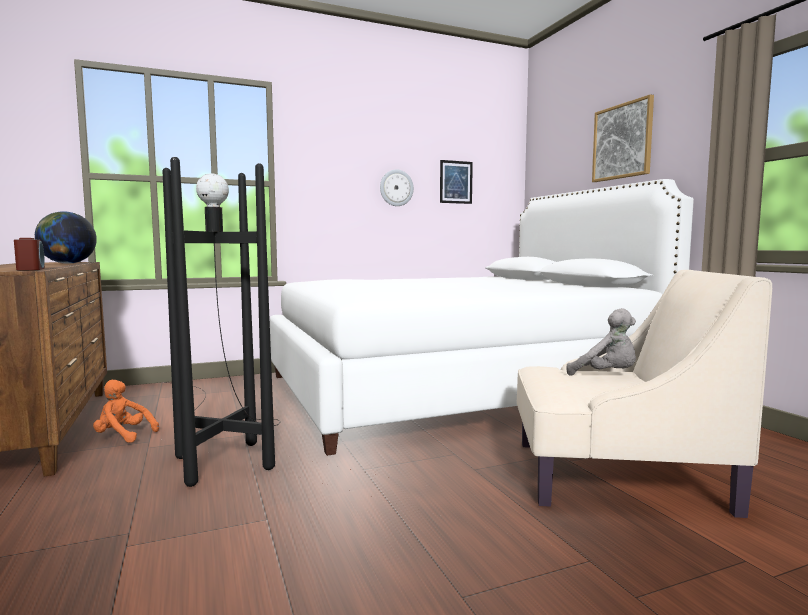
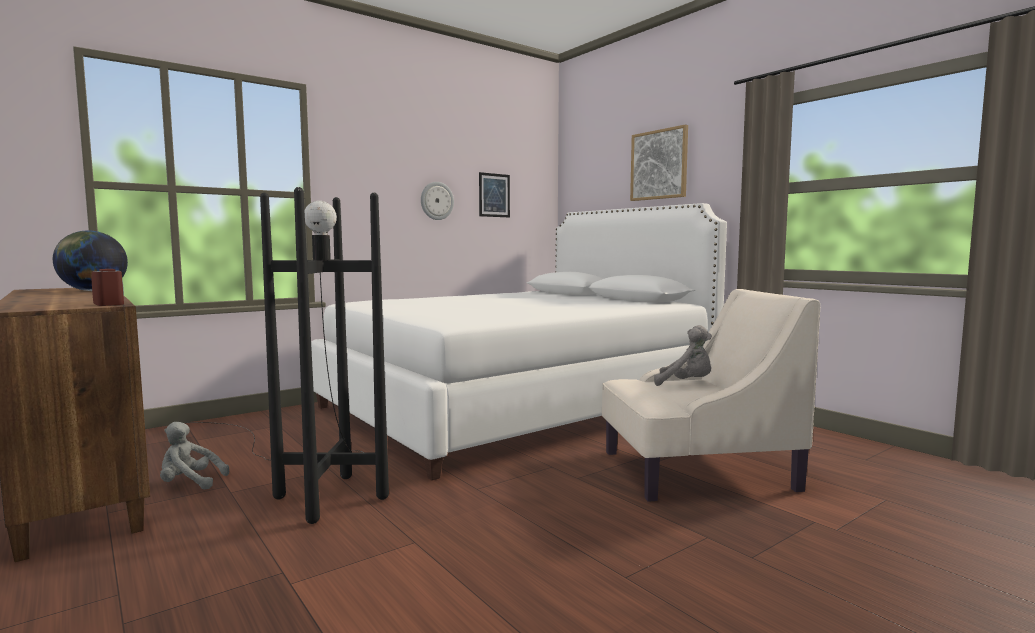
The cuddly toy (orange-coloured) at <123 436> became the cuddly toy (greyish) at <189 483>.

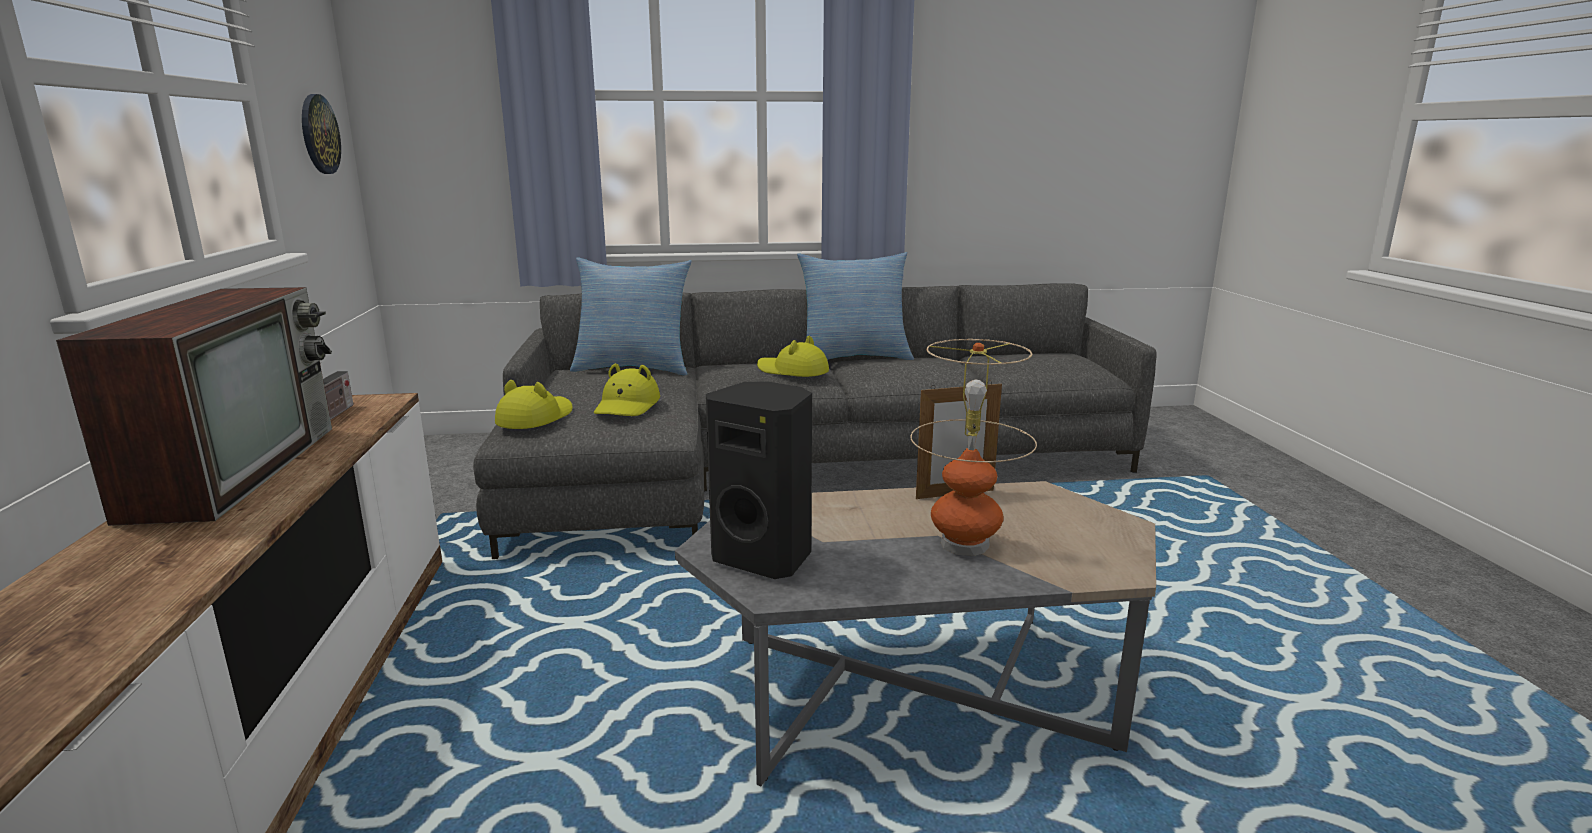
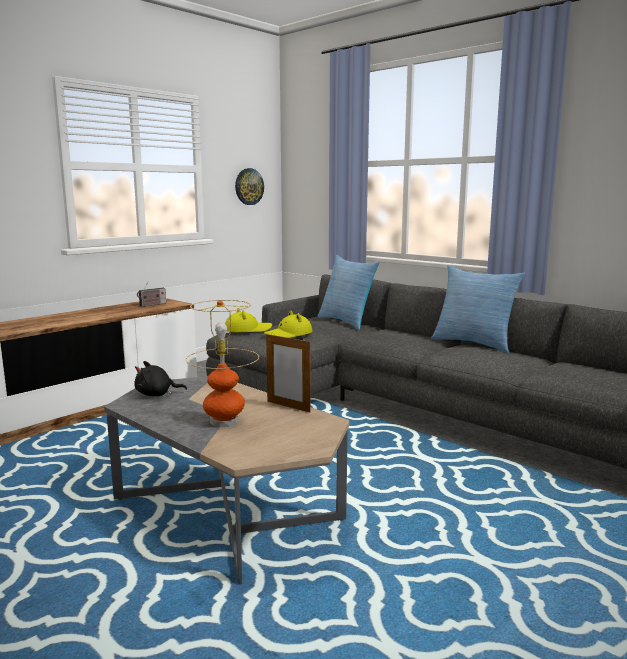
The TV at <236 468> disappeared. The clothing hat (yellow) at <792 371> disappeared. The speaker (blackish) at <765 557> was replaced by the cuddly toy (blackish) at <156 394>.

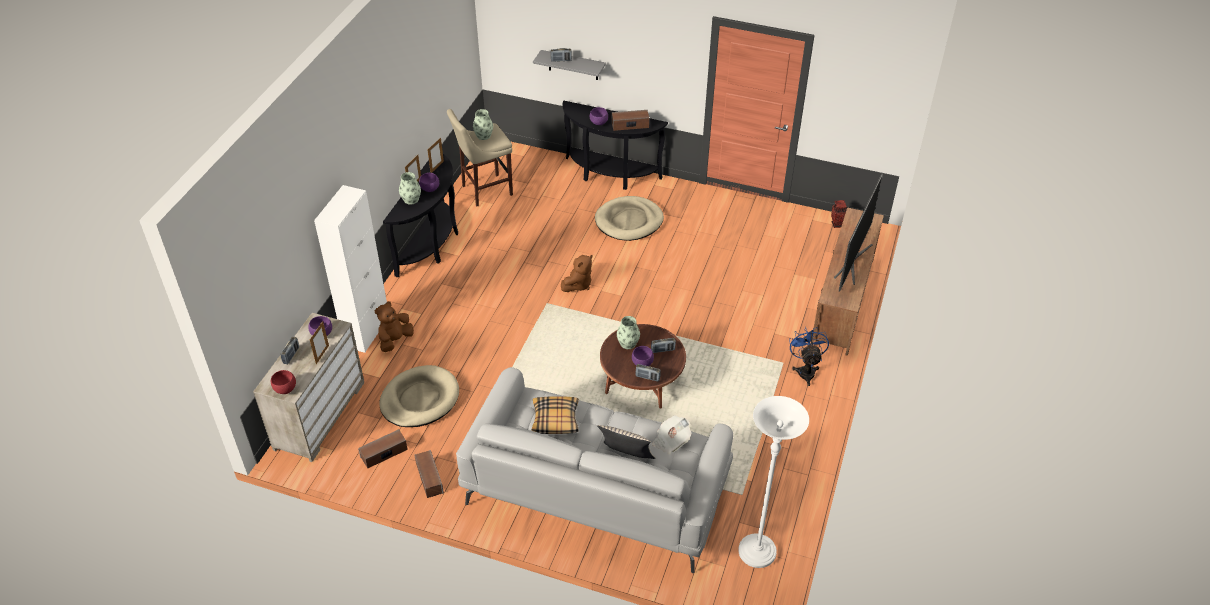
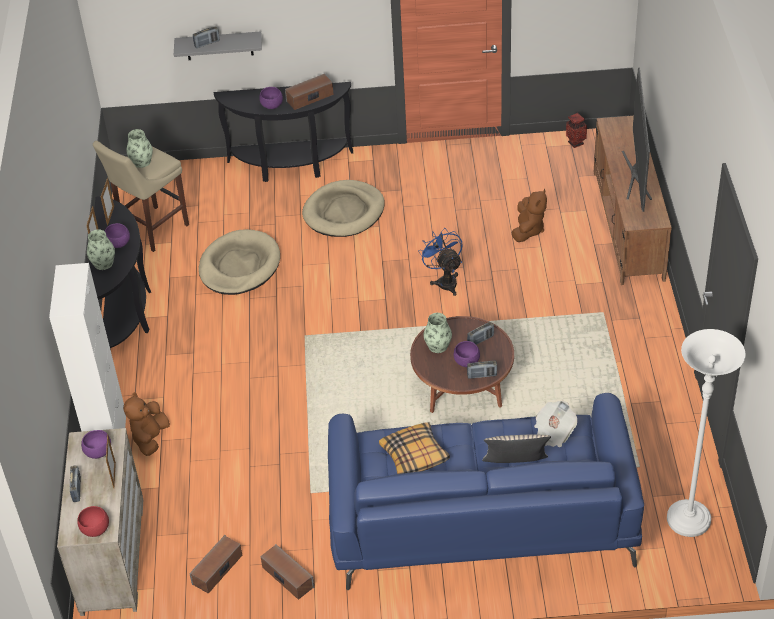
The pet bed (beige) moved from <419 399> to <239 266>. The cuddly toy (brown-coloured) moved from <578 284> to <528 230>. The cooling fan (blue-coloured) moved from <805 370> to <445 281>. The settee (greyish) at <595 487> became the settee (blue-coloured) at <480 517>.

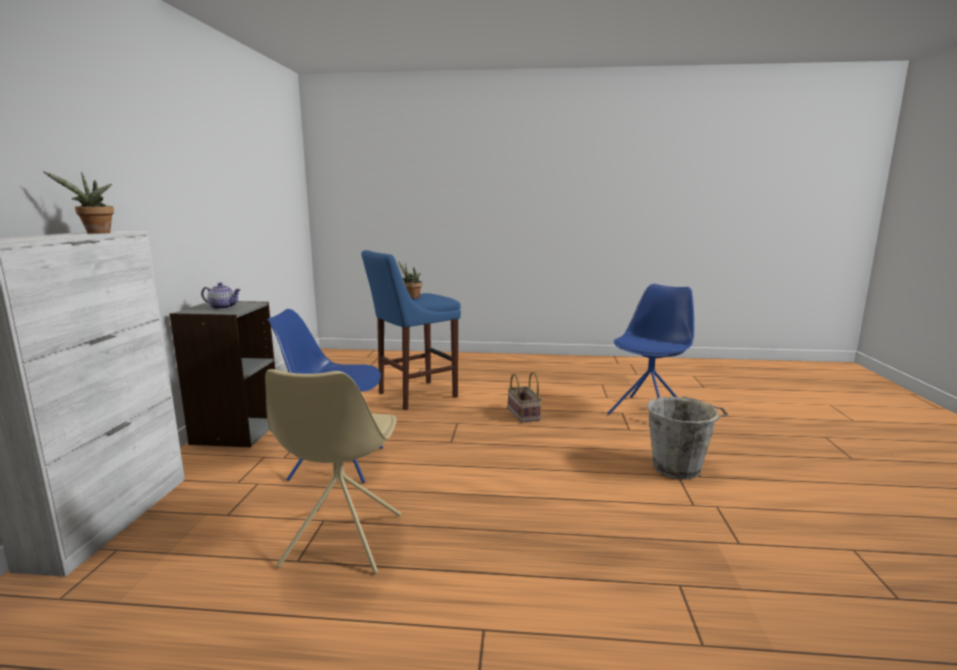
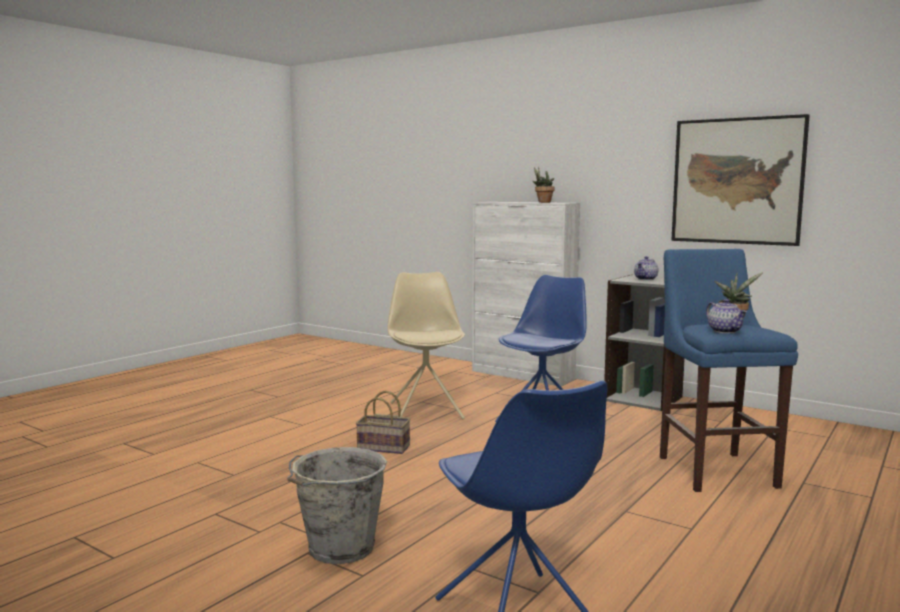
The picture at <737 181> appeared. The teapot at <725 331> appeared. The household basket moved from <522 414> to <385 447>. The plain chair (beige) at <342 541> turned 45 degrees clockwise.

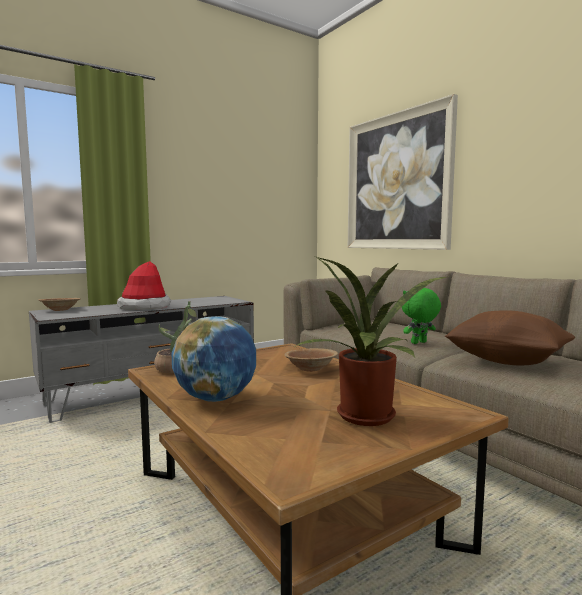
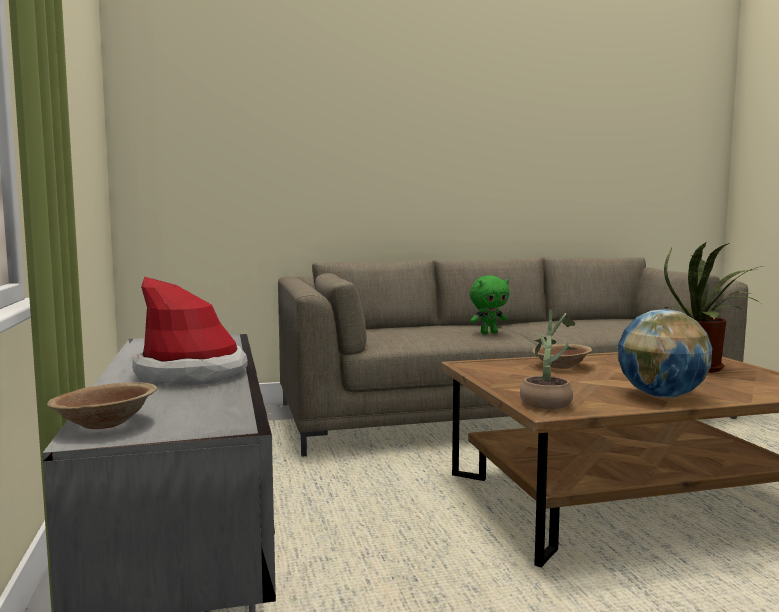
The picture at <397 182> disappeared. The throw pillow (brown-coloured) at <507 361> disappeared. The cuddly toy (greenish) at <419 343> turned 105 degrees counterclockwise.

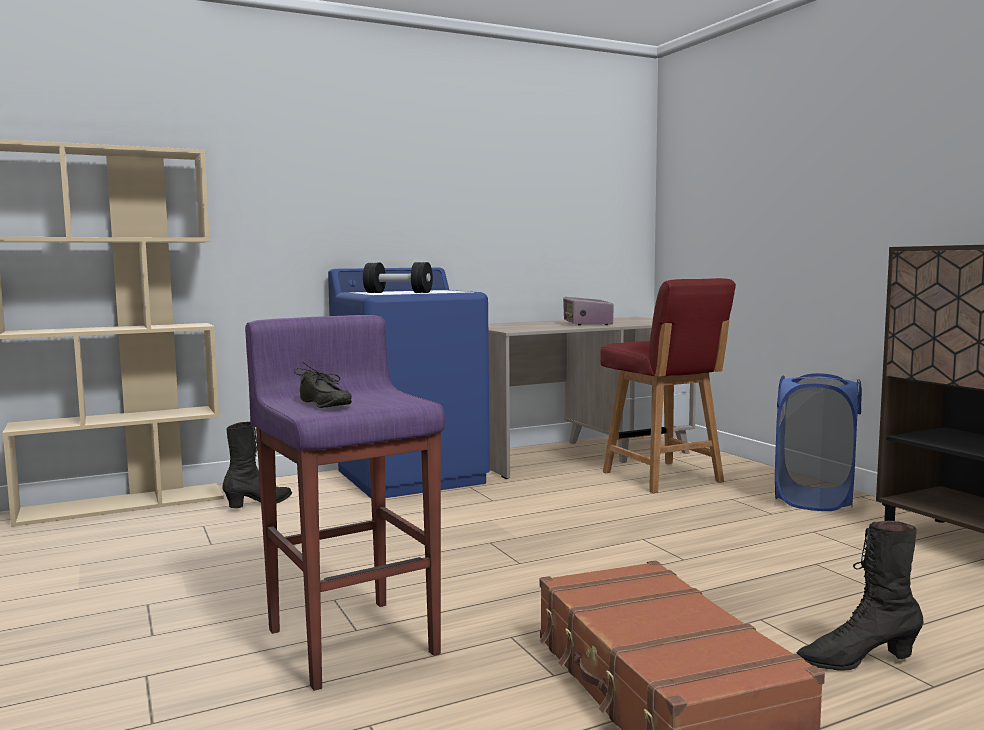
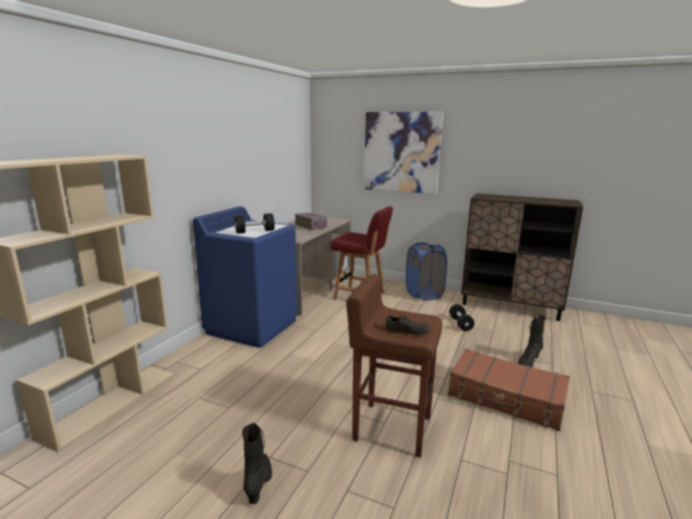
The picture at <401 152> appeared. The free weight (blackish) at <460 324> appeared. The boot (blackish) moved from <259 504> to <259 483>. The sitting stool (purple-coloured) at <353 639> became the sitting stool (brown-coloured) at <391 427>.

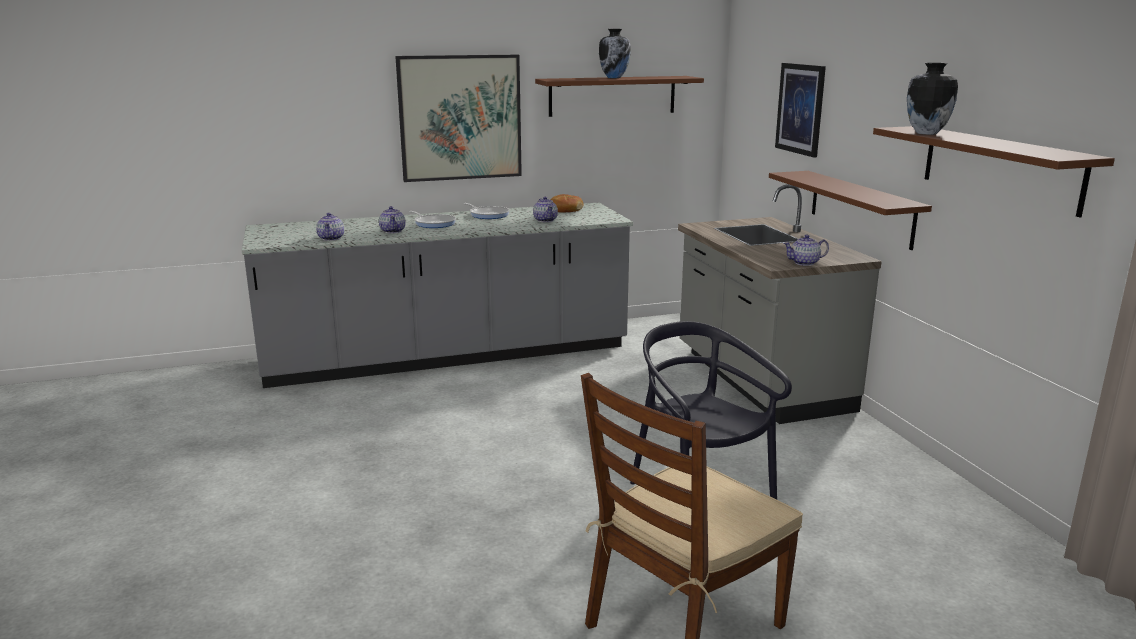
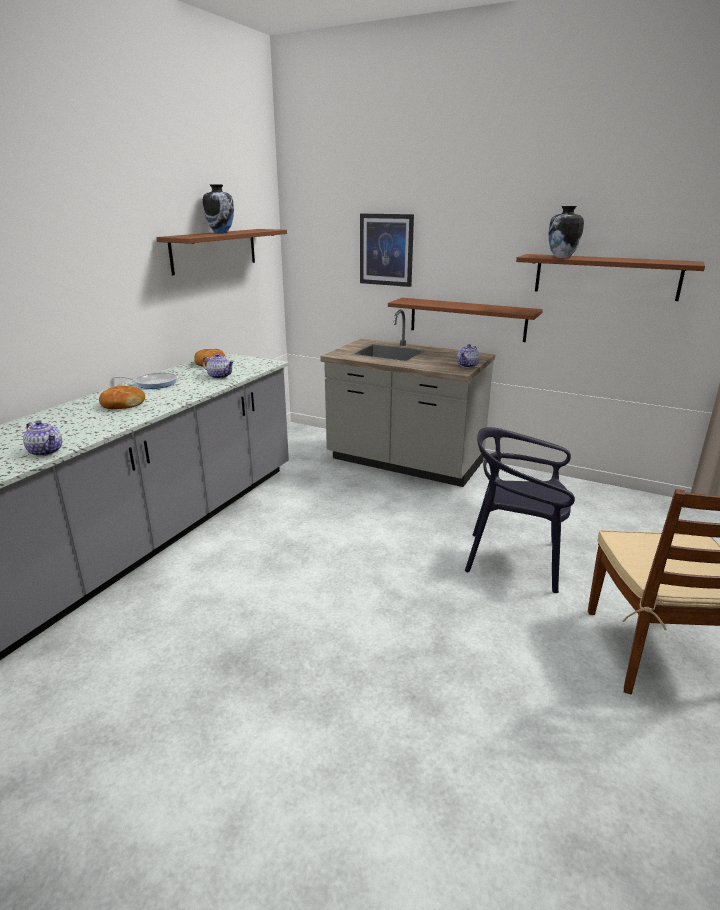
The teapot at <393 231> disappeared. The picture at <460 118> disappeared. The frying pan at <434 223> was replaced by the bakery bread at <122 404>.

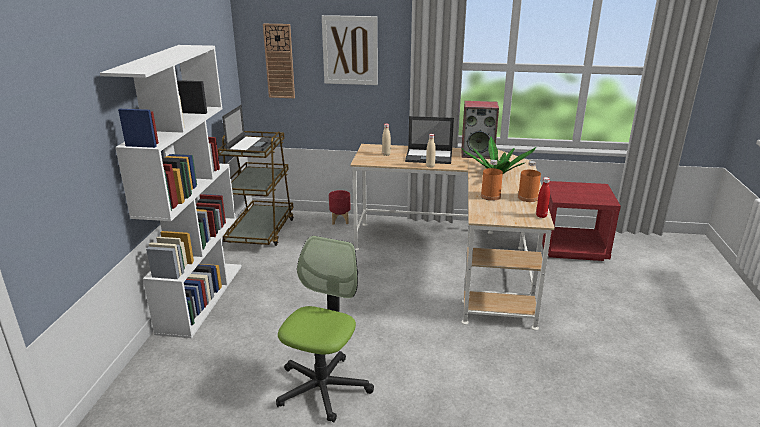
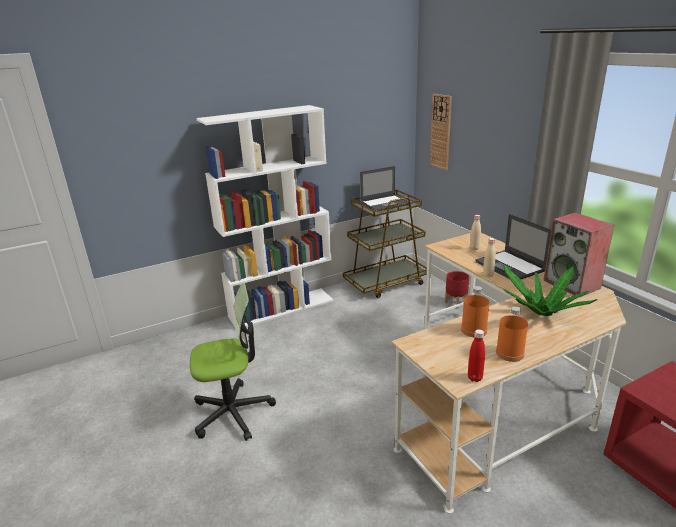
The picture at <350 50> disappeared.

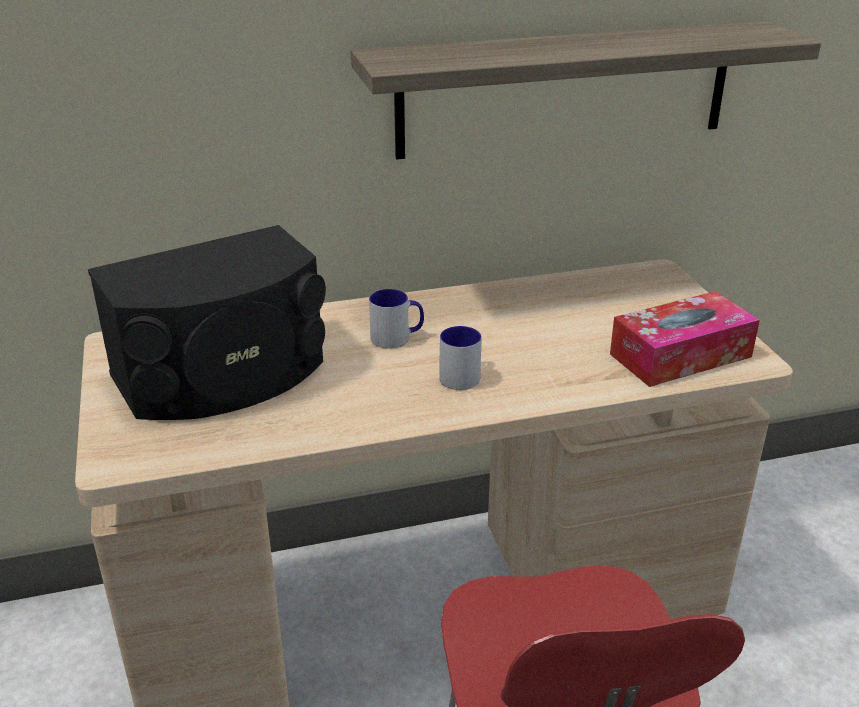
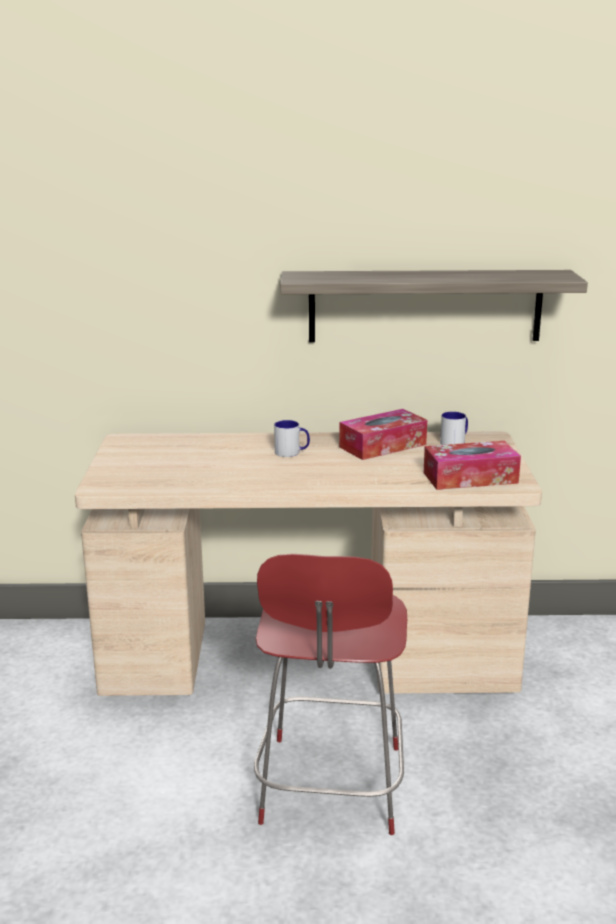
The speaker (blackish) at <224 375> disappeared. The tissue holder at <382 446> appeared. The tea mug moved from <464 375> to <455 442>.

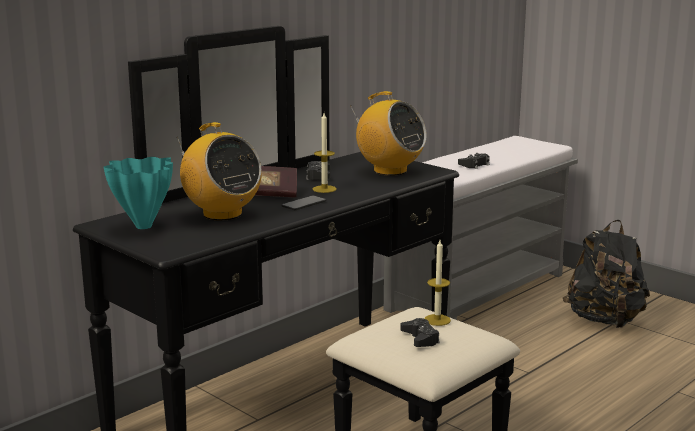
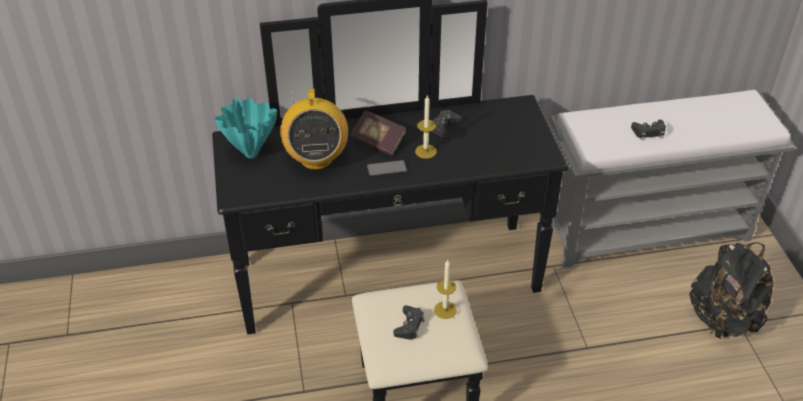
The radio receiver at <389 171> disappeared.

